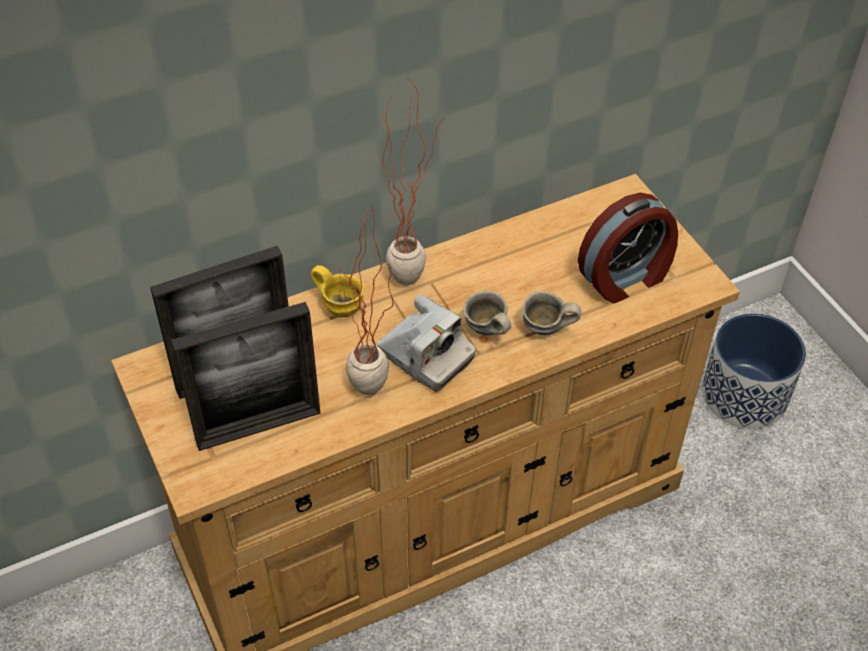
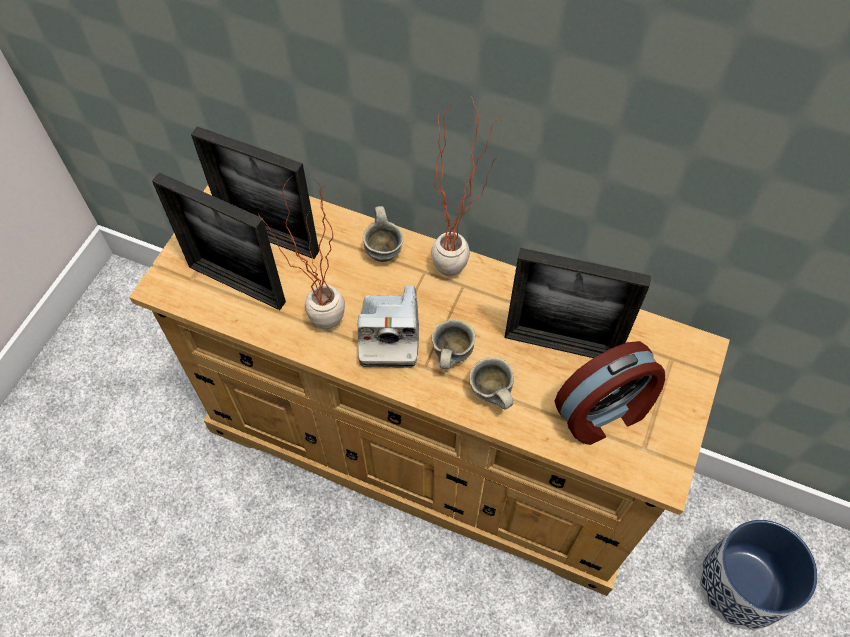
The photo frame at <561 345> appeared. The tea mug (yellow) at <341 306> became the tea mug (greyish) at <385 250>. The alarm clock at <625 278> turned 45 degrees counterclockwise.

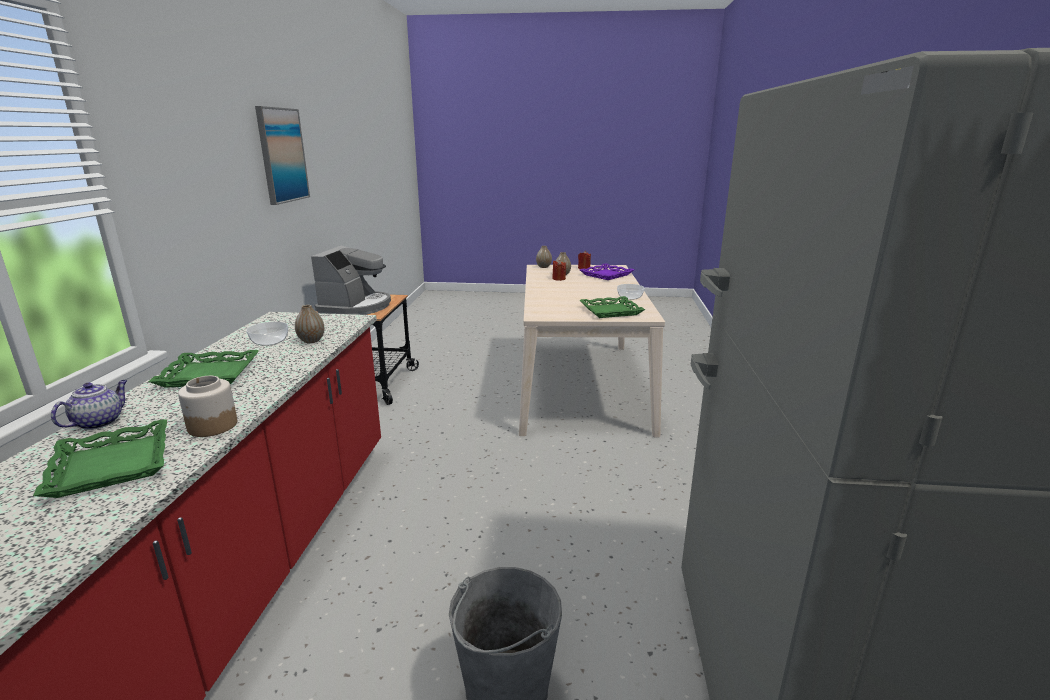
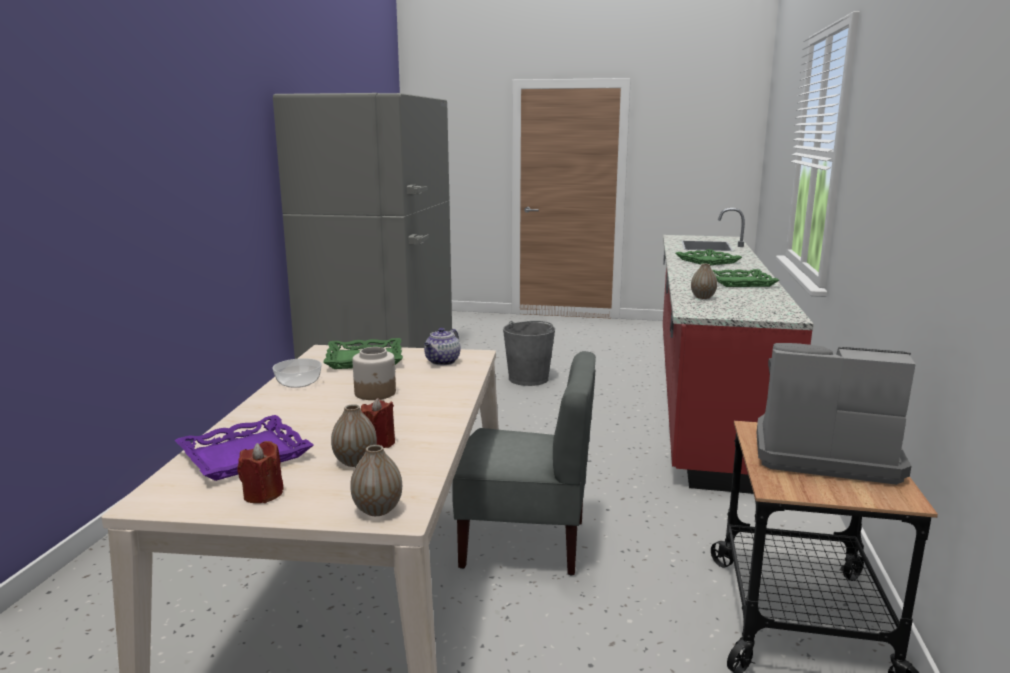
The bowl at <270 342> disappeared. The picture at <282 155> disappeared. The plain chair (greyish) at <524 542> appeared. The teapot moved from <99 422> to <442 362>. The preserve jar moved from <212 426> to <375 393>. The coffee machine at <356 307> turned 90 degrees clockwise.

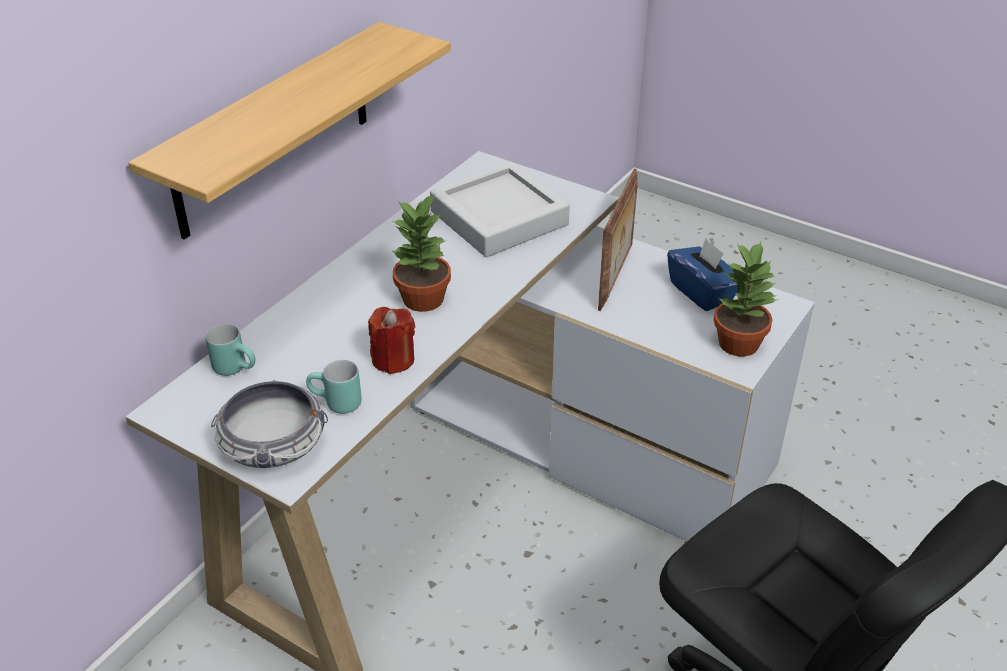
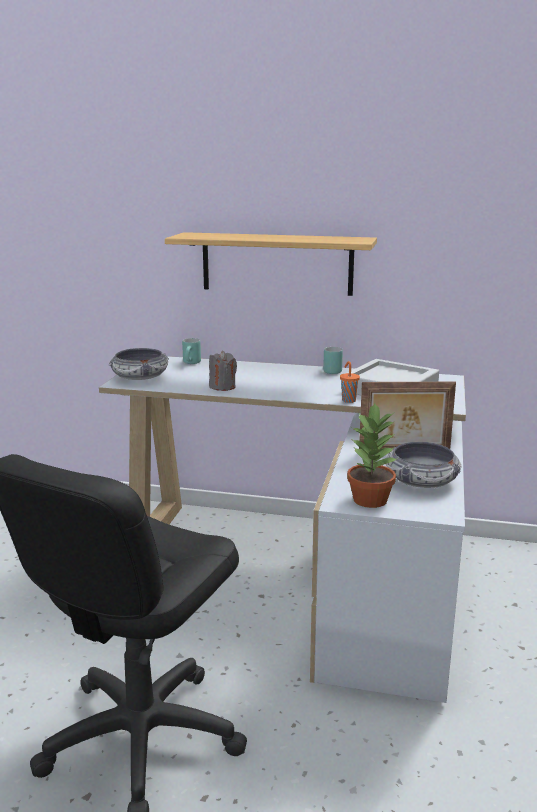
The plant in a pot at <424 299> disappeared. The drinking cup (orange-coloured) at <348 400> appeared. The tea mug (turquoise-coloured) moved from <335 404> to <330 371>. The tissue holder (blue-coloured) at <702 292> was replaced by the bowl at <421 481>. The candle (red) at <393 360> became the candle (greyish) at <222 387>.

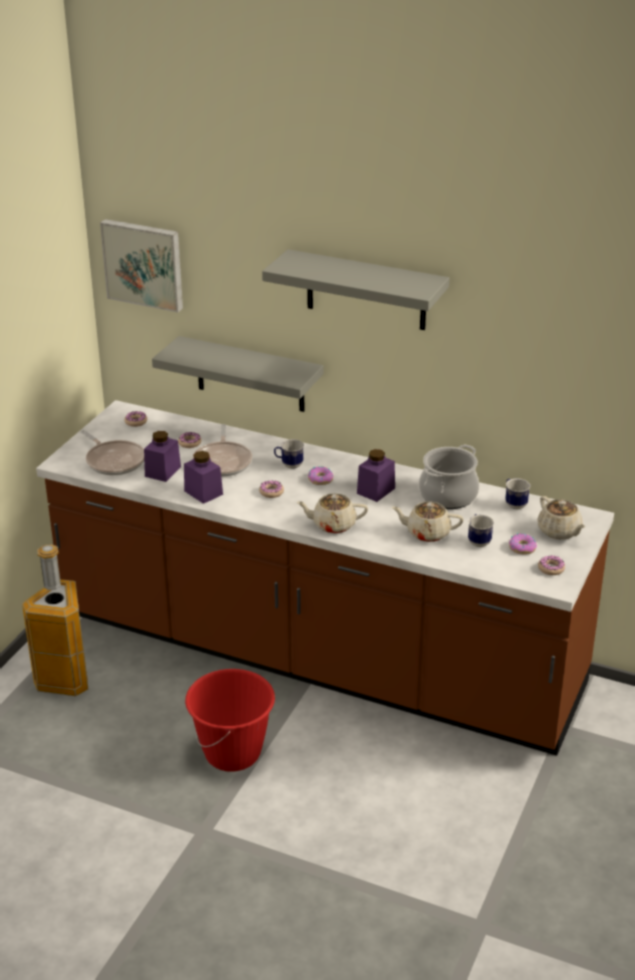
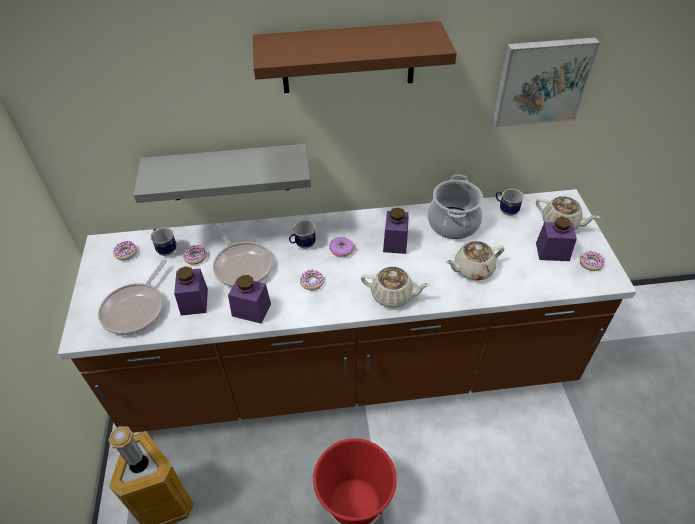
The picture moved from <144 264> to <541 81>. The tea mug moved from <478 541> to <165 249>. The ring doughnut at <522 548> was replaced by the preserve jar (purple-coloured) at <552 252>. The bracket shelf (greyish) at <366 290> became the bracket shelf (brown-coloured) at <348 58>. The frying pan at <114 461> turned 90 degrees clockwise. The teapot (beige) at <333 525> turned 135 degrees counterclockwise.

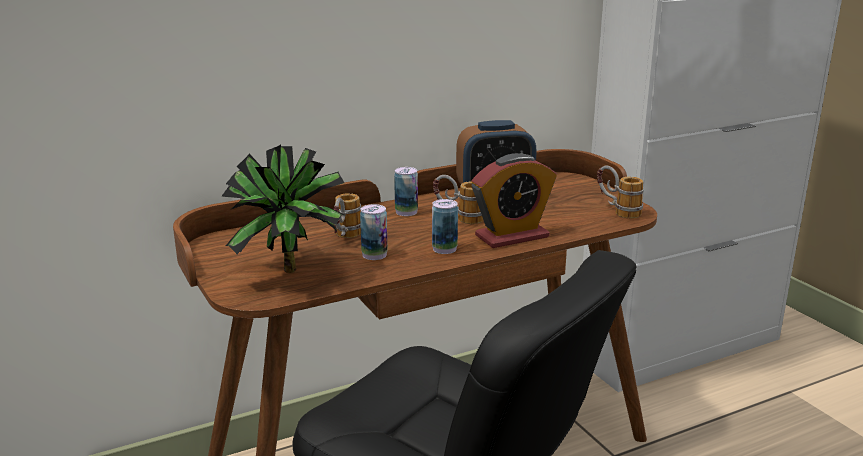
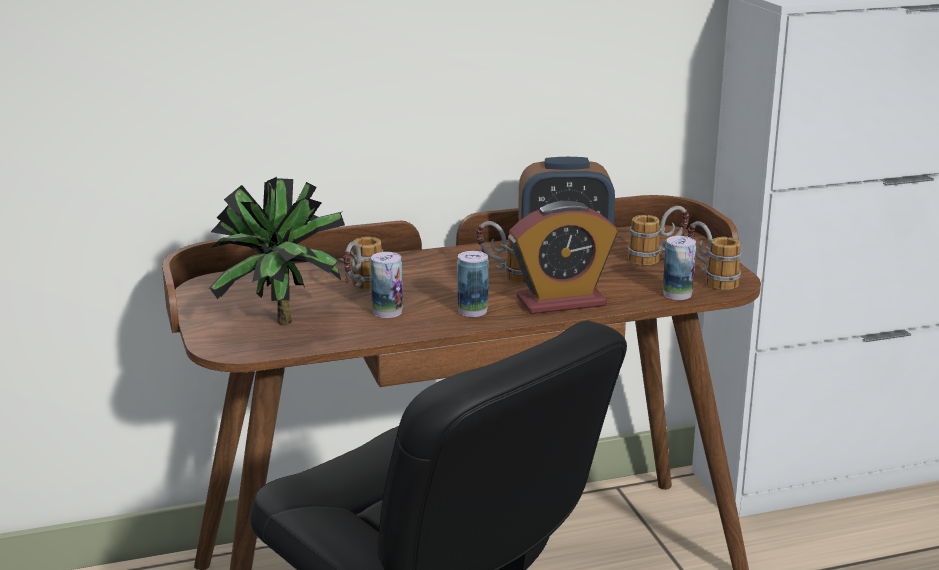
The tea mug at <657 258> appeared. The sealed can moved from <406 212> to <677 294>.

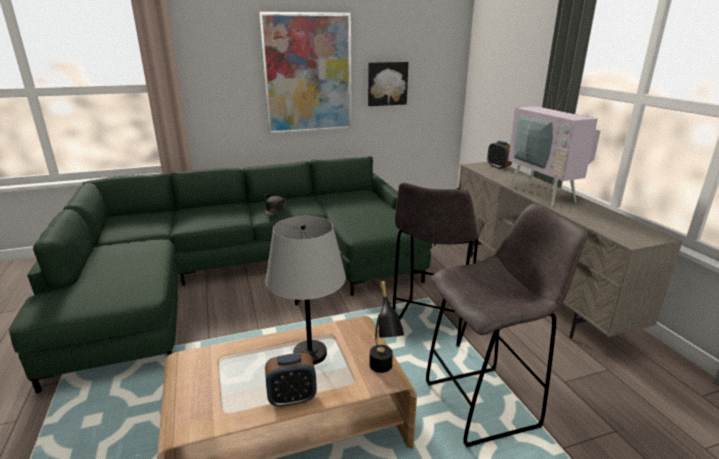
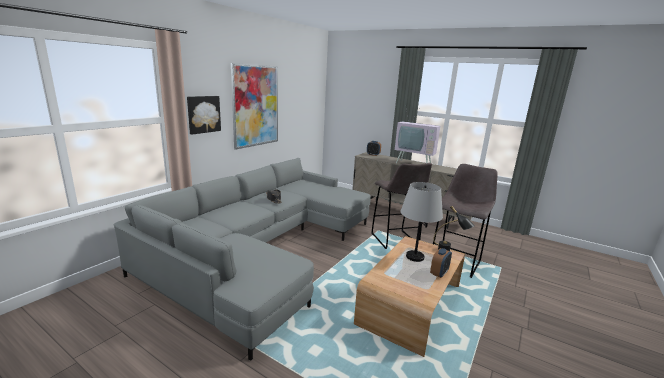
The picture moved from <387 83> to <203 114>. The settee (greenish) at <242 273> became the settee (greyish) at <262 249>.

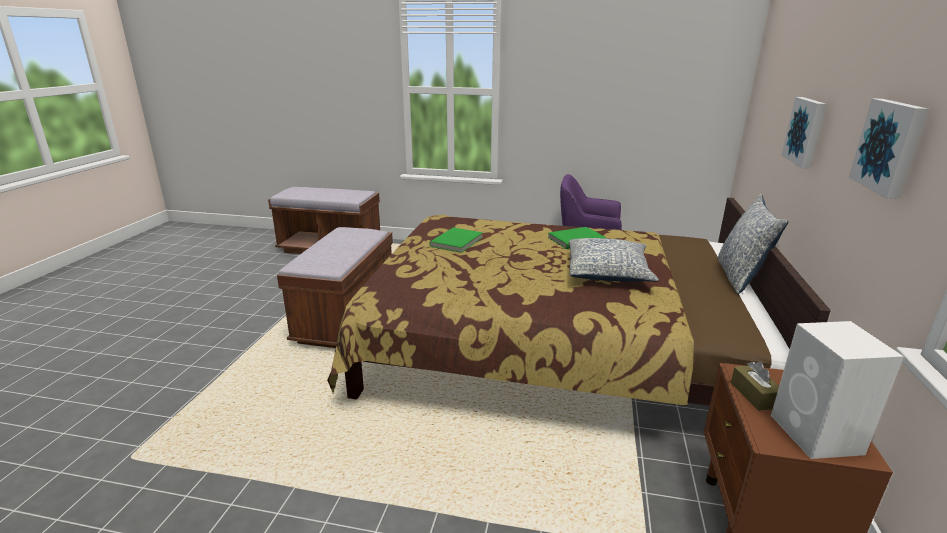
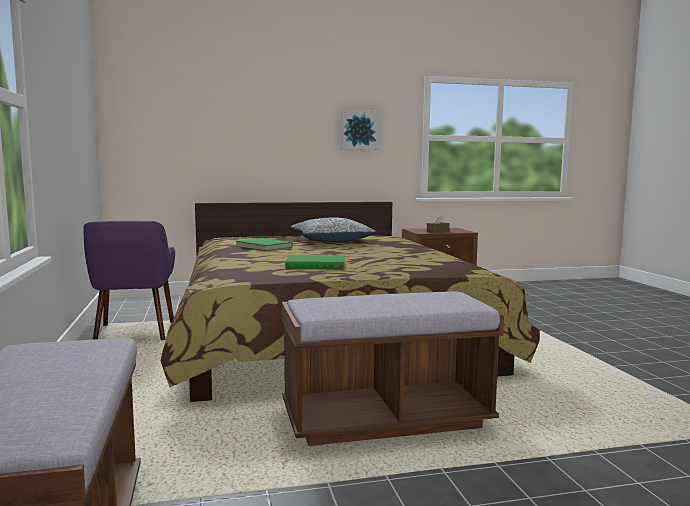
The throw pillow at <740 277> disappeared. The speaker (white-coloured) at <817 435> disappeared. The picture at <806 131> disappeared.

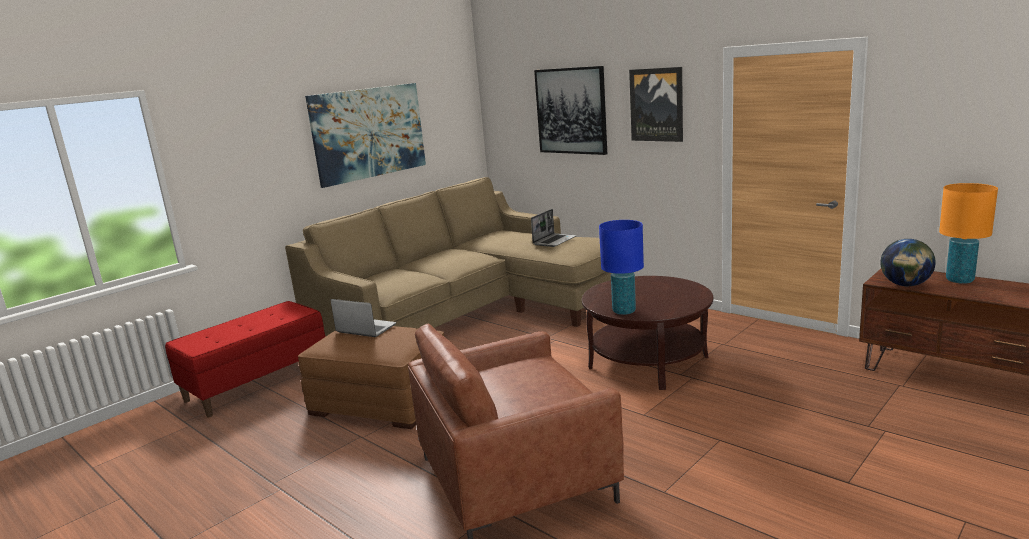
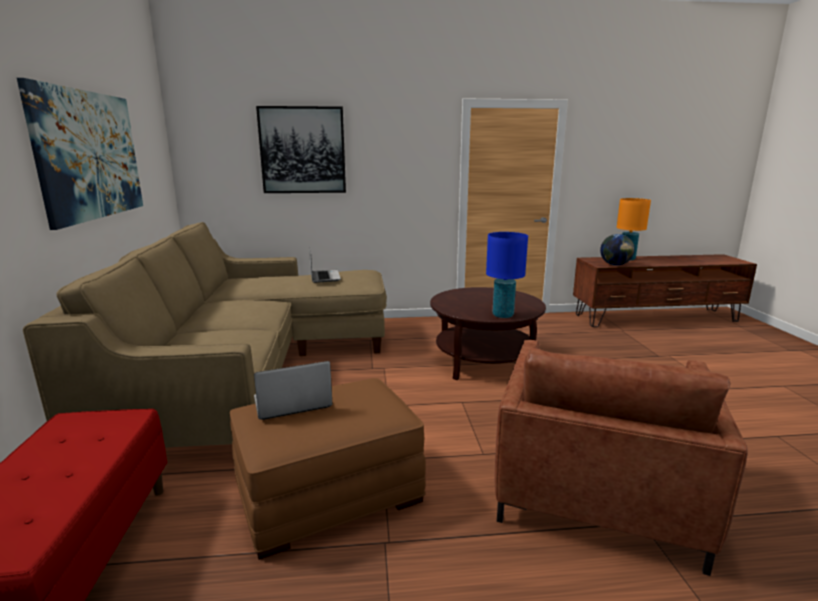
The picture at <656 105> disappeared.

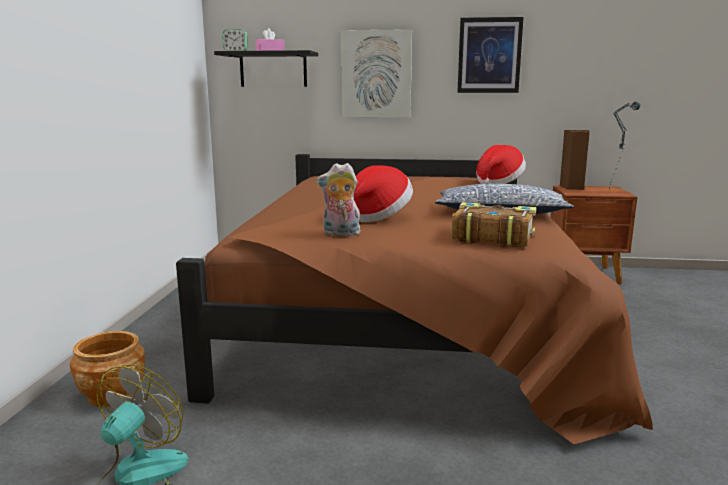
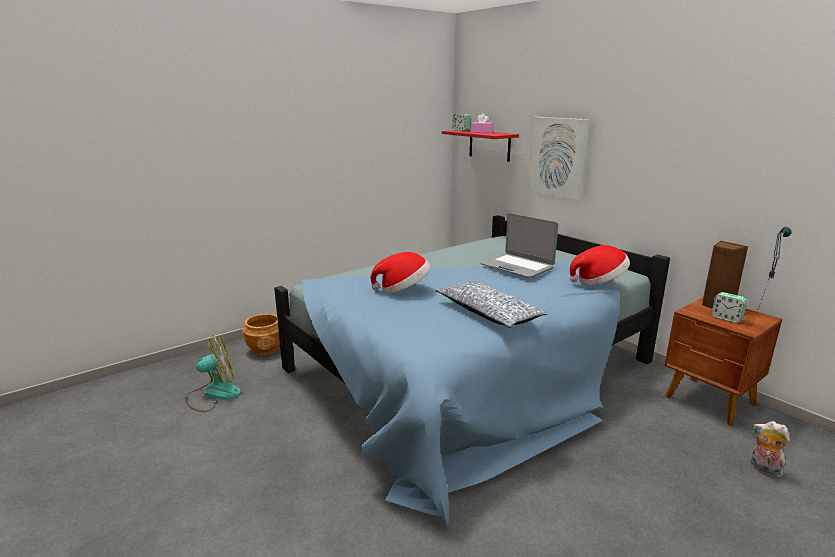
The bound book at <491 237> disappeared. The picture at <489 55> disappeared. The laptop at <517 266> appeared. The alarm clock at <726 318> appeared. The cuddly toy moved from <340 234> to <763 469>. The sleeping bed (brown-coloured) at <407 319> became the sleeping bed (blue-coloured) at <470 372>. The bracket shelf (blackish) at <273 69> became the bracket shelf (red) at <489 145>.

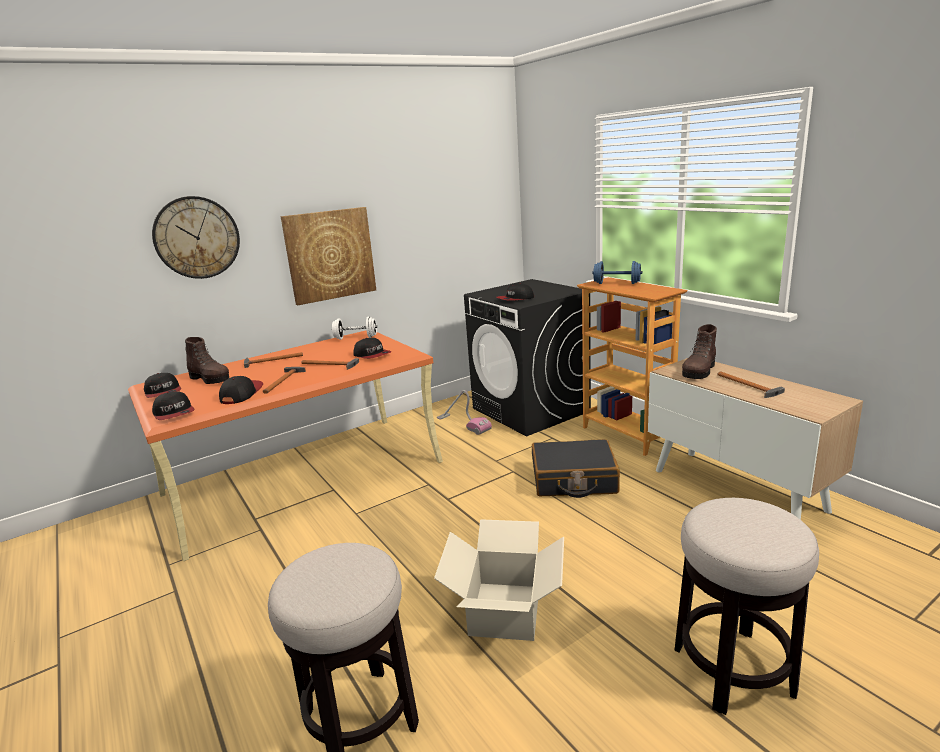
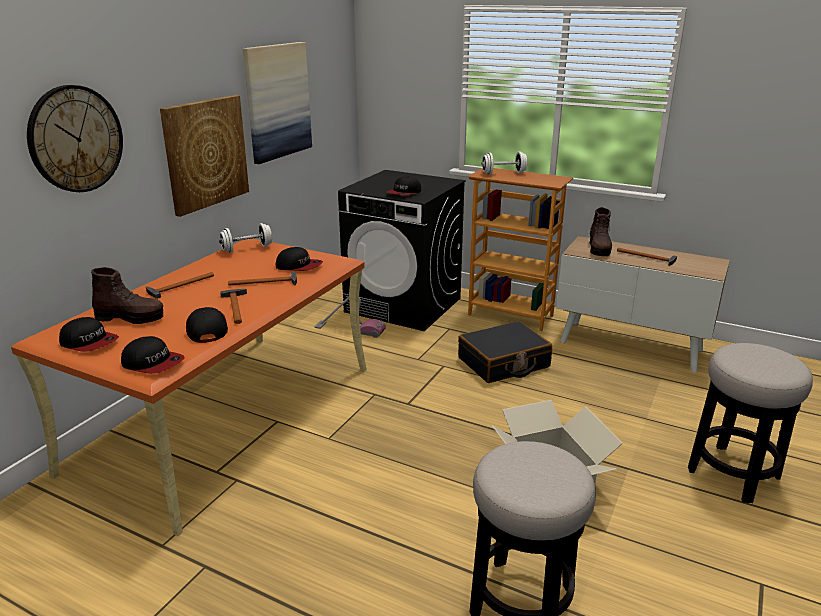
The picture at <277 101> appeared. The free weight (blue-coloured) at <616 283> became the free weight (white-coloured) at <503 173>.

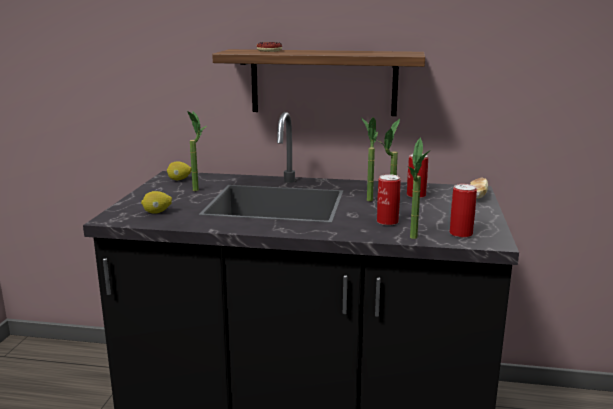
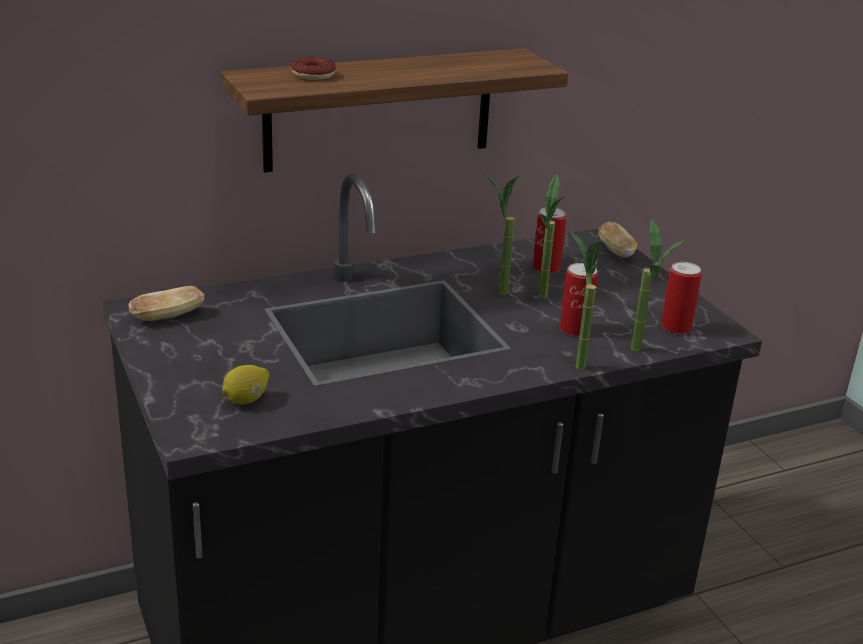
The plant in a pot moved from <197 188> to <574 361>. The citrus fruit at <179 180> was replaced by the bakery bread at <168 316>.

